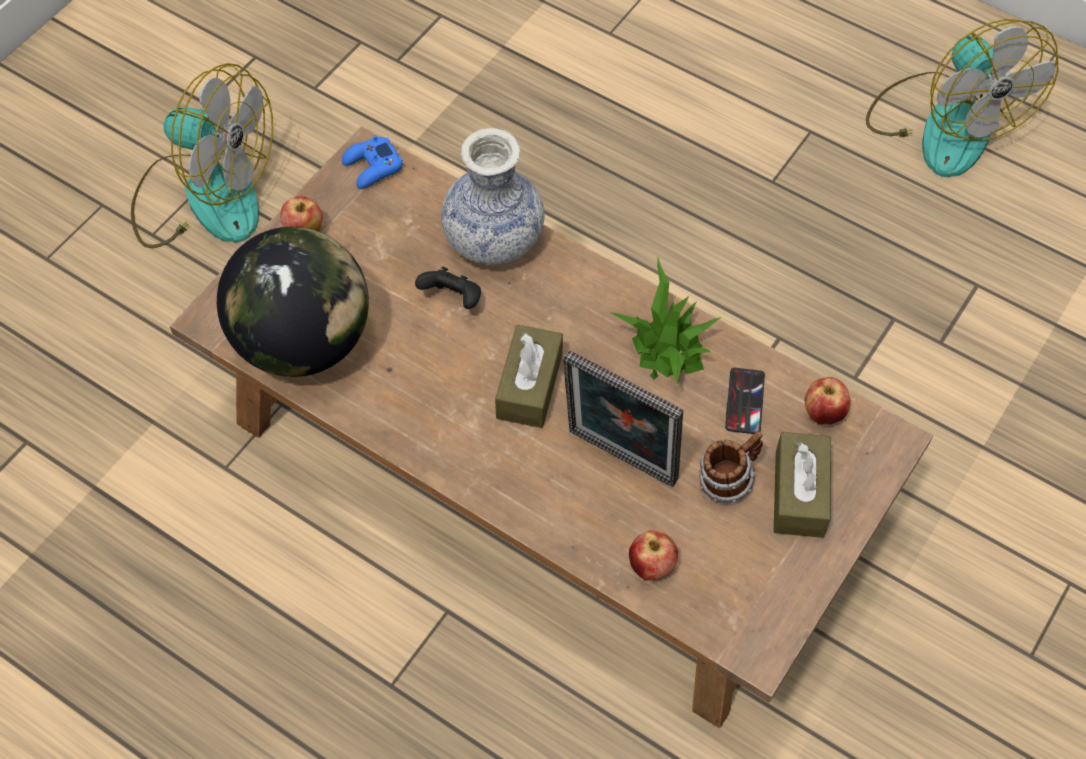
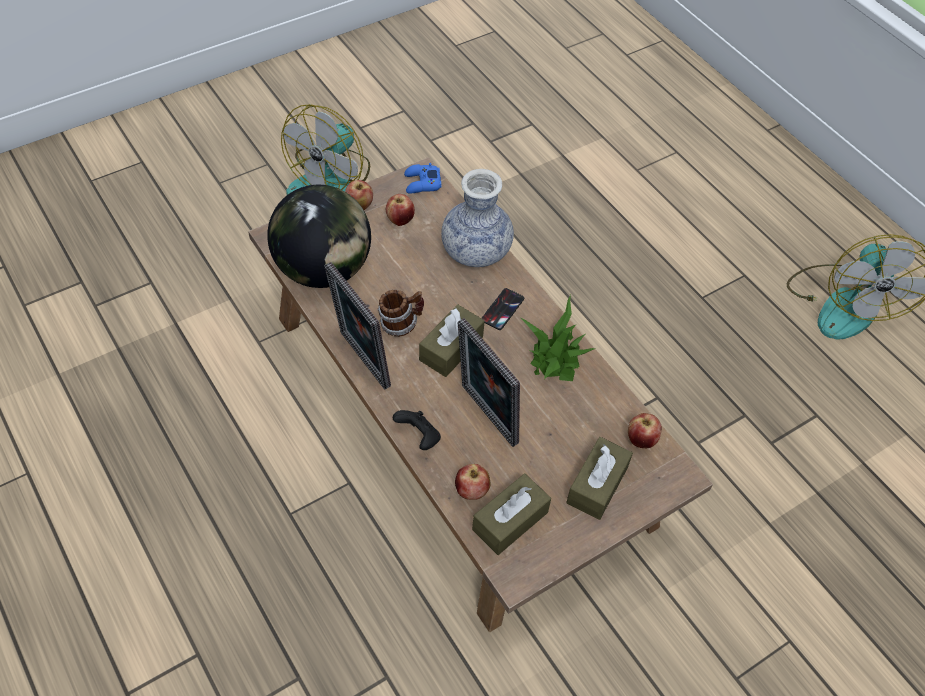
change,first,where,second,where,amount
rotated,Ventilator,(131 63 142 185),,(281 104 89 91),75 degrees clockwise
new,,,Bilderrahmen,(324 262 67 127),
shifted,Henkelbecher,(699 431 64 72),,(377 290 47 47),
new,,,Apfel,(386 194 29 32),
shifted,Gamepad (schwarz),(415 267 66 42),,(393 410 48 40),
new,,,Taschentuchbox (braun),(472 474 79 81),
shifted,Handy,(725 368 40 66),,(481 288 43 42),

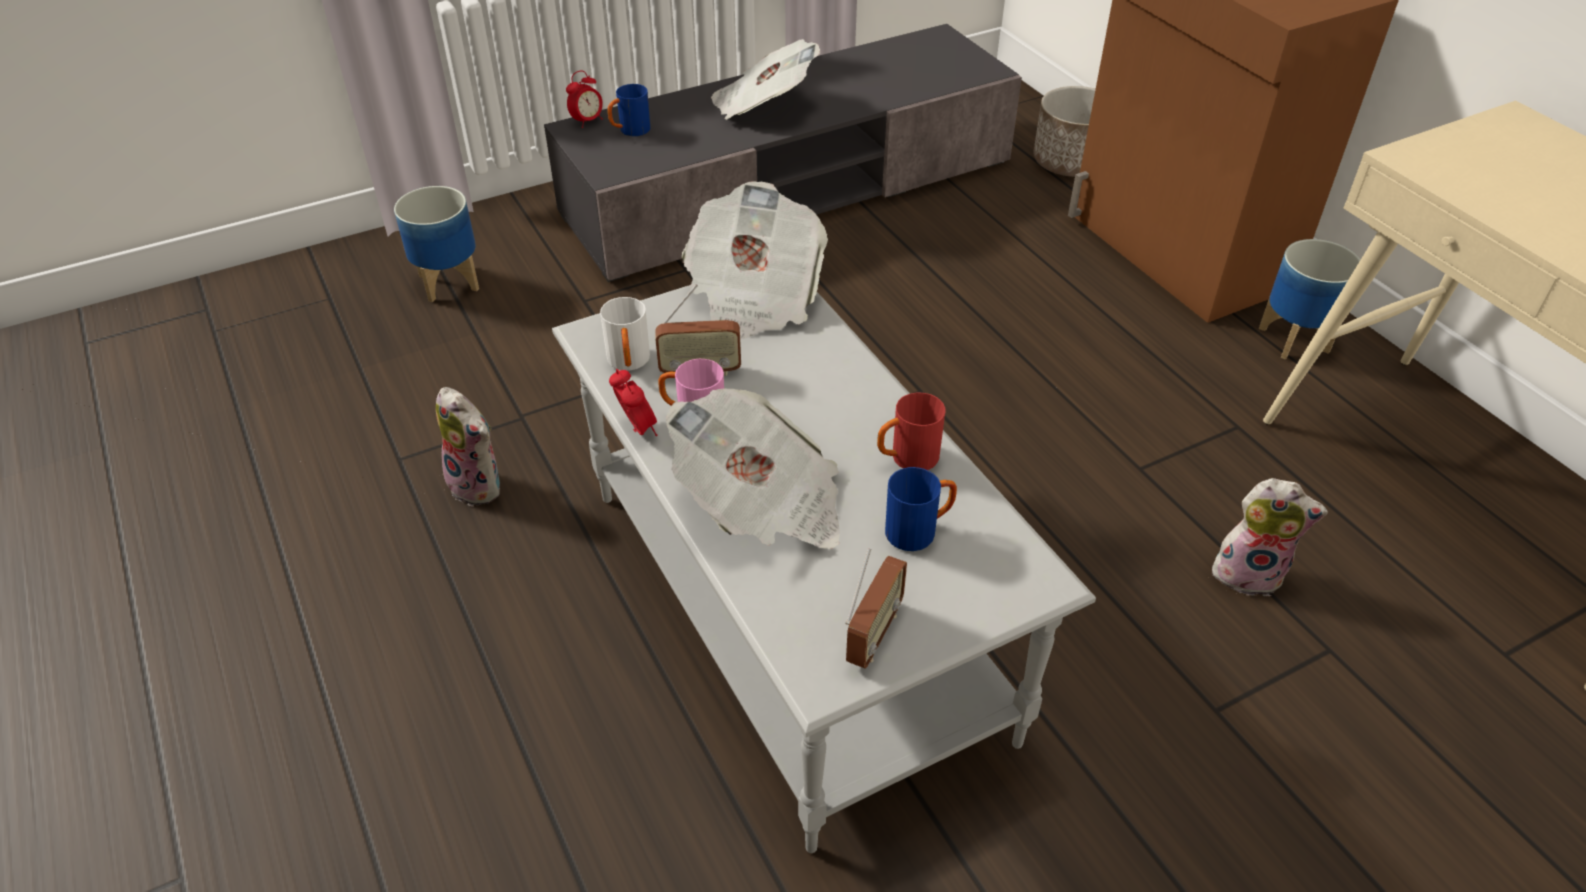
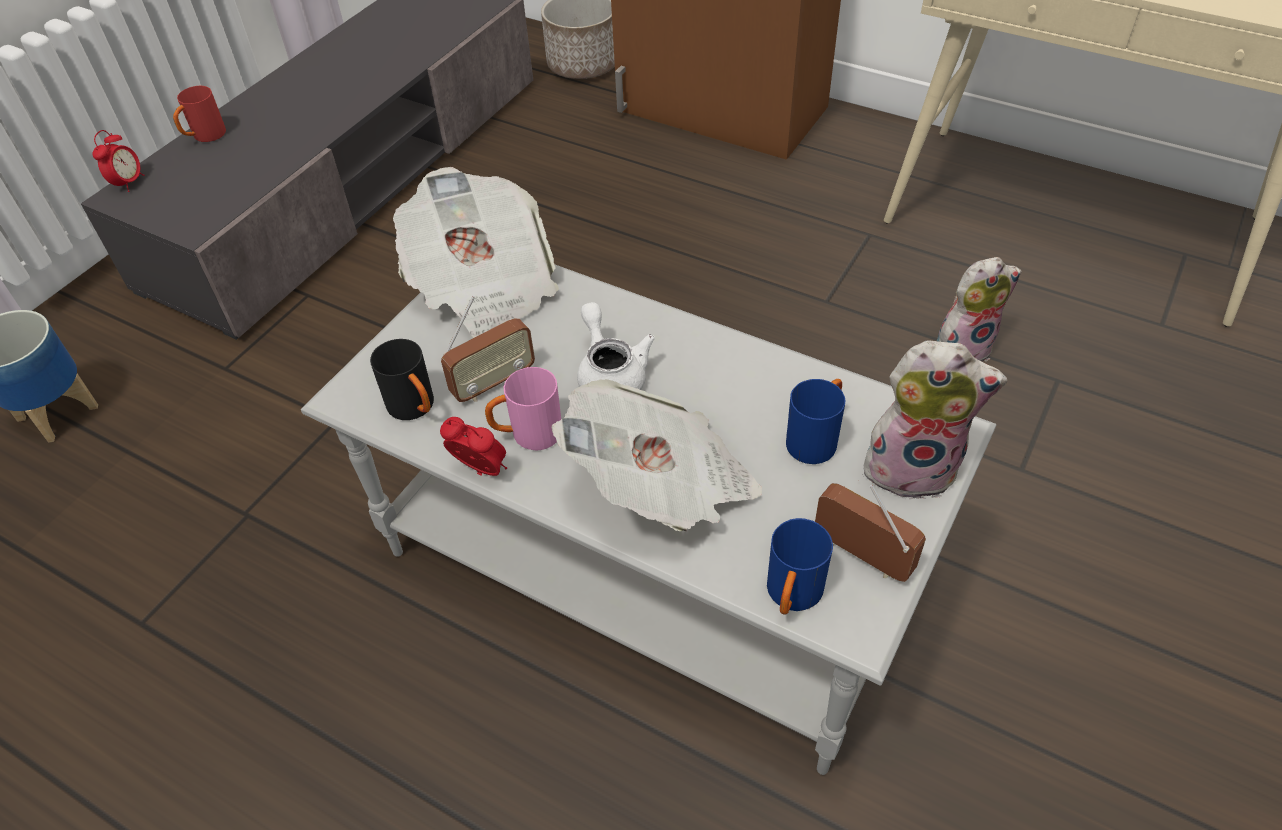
change,first,where,second,where,amount
shifted,Henkelbecher (rot),(877 393 68 77),,(173 86 53 56),
repainted,Henkelbecher (weiß),(600 297 50 74),Henkelbecher (schwarz),(370 339 64 81),
new,,,Teekanne (weiß),(577 302 78 88),
shifted,Henkelbecher (blau),(607 84 43 52),,(767 518 66 97),
rotated,Radio,(845 548 62 120),,(815 483 111 99),45 degrees counterclockwise
shifted,Plüschtier,(436 387 64 120),,(861 340 146 159),
gone,Zeitung,(711 39 109 81),,,
gone,Pflanzkübel,(1259 239 101 121),,,

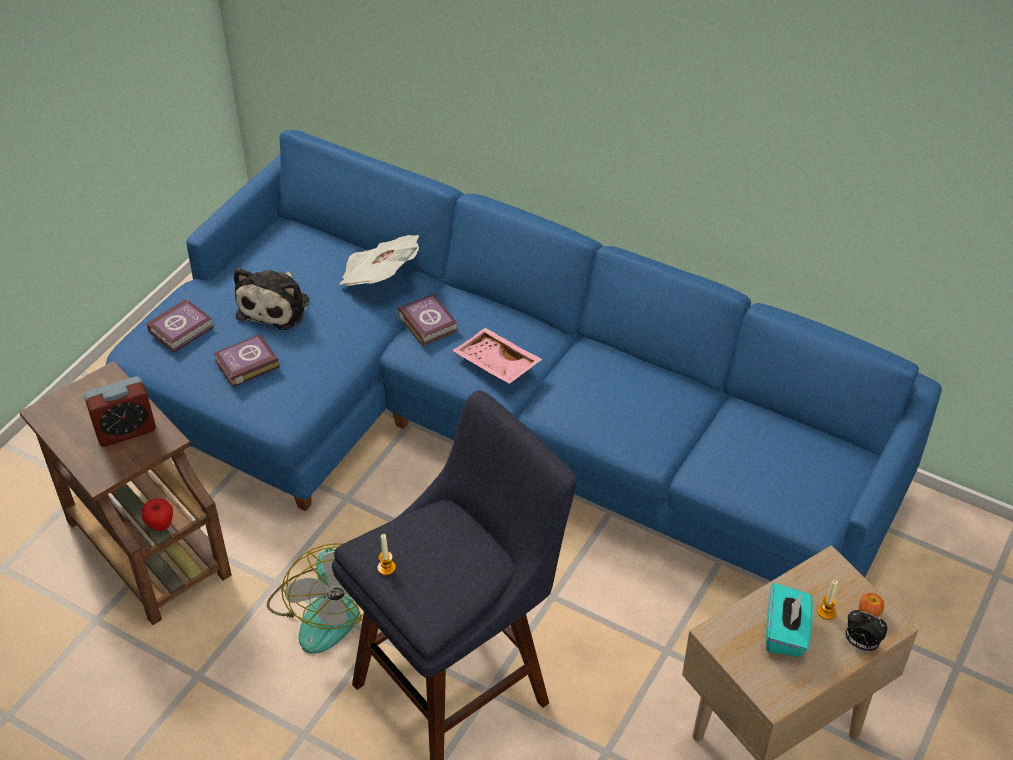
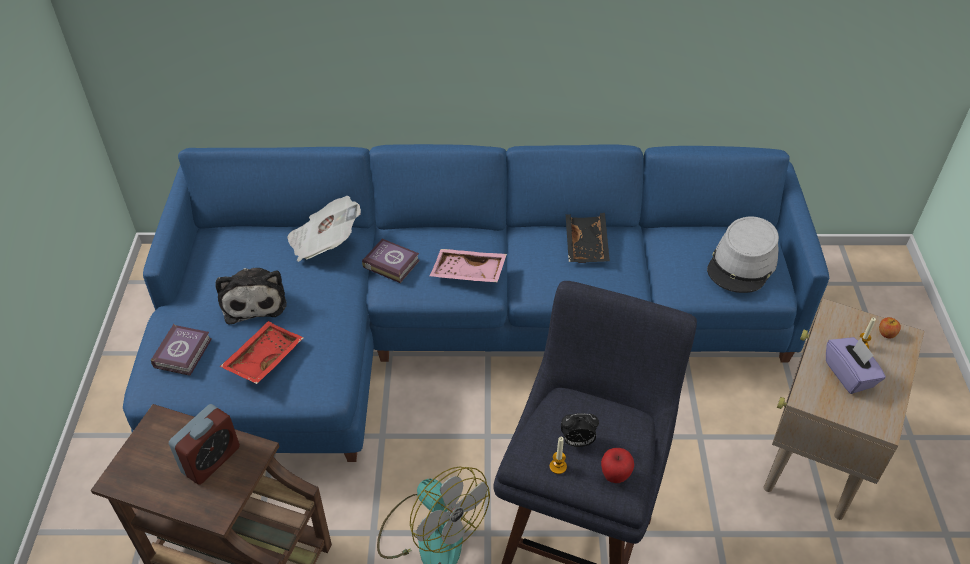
change,first,where,second,where,amount
swapped,Buch,(214 334 66 53),Tablett (rot),(220 321 84 63),
shifted,Wecker,(846 610 41 41),,(561 413 38 34),
new,,,Tablett (schwarz),(566 213 44 50),
shifted,Apfel,(141 498 32 33),,(601 448 33 35),
new,,,Hut (grau),(707 217 72 76),
repainted,Taschentuchbox (türkis),(766 583 47 74),Taschentuchbox (lila),(826 337 60 57),

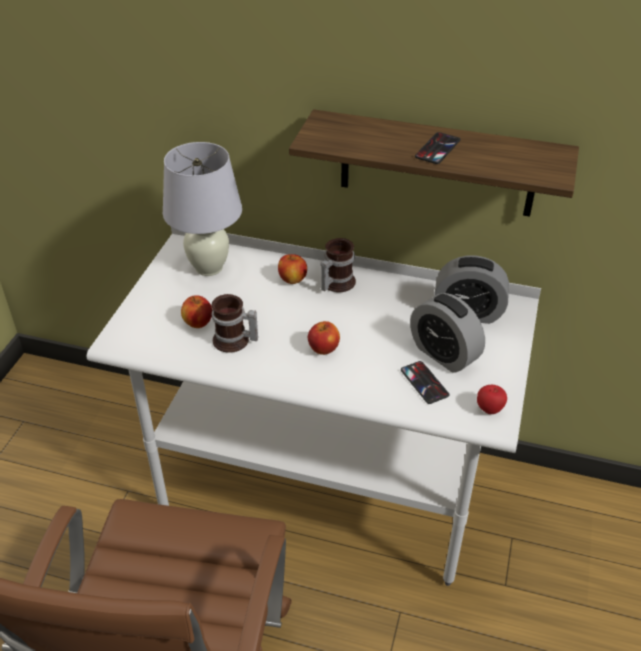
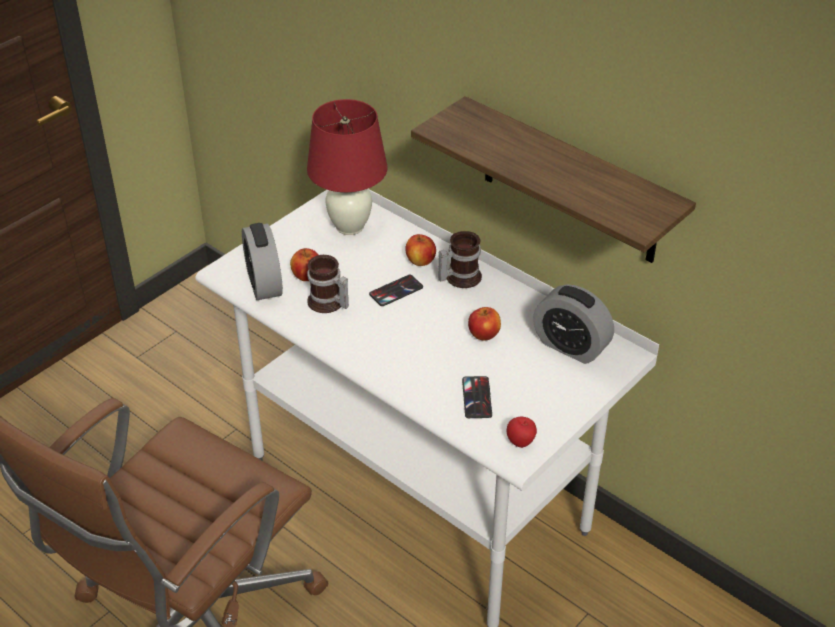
change,first,where,second,where,amount
shifted,Wecker,(410 293 75 80),,(242 223 41 77),
repainted,Tischlampe (weiß),(163 142 79 134),Tischlampe (rot),(307 99 81 136),
shifted,Handy,(415 132 45 32),,(369 275 54 31),
shifted,Apfel,(308 321 32 34),,(468 307 33 34),

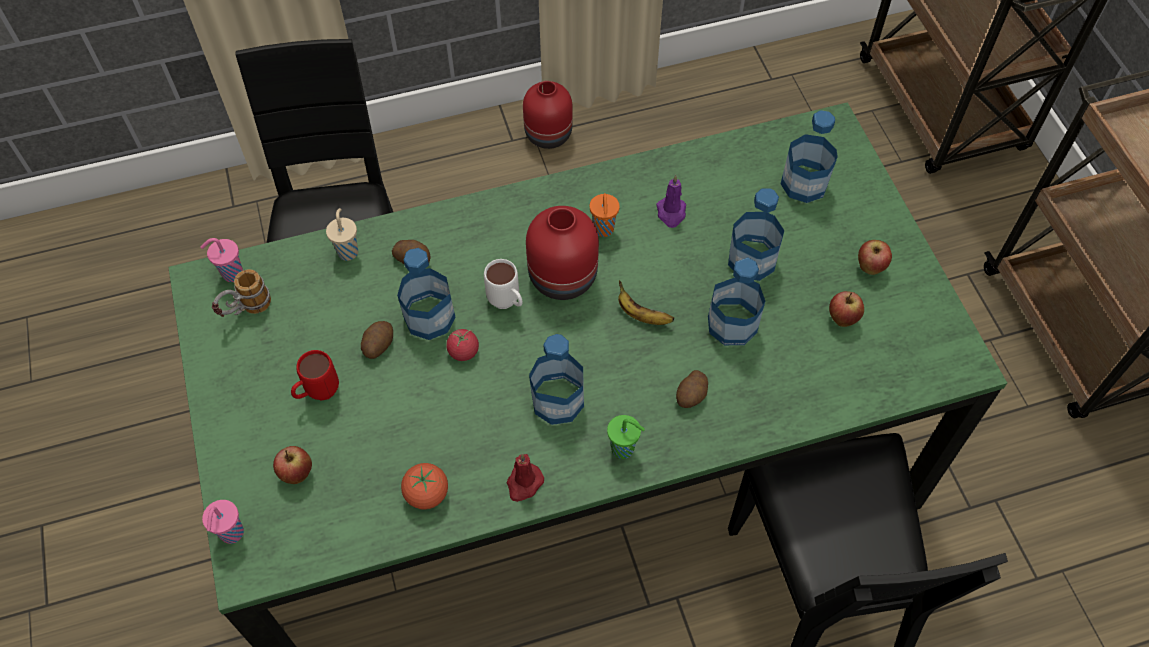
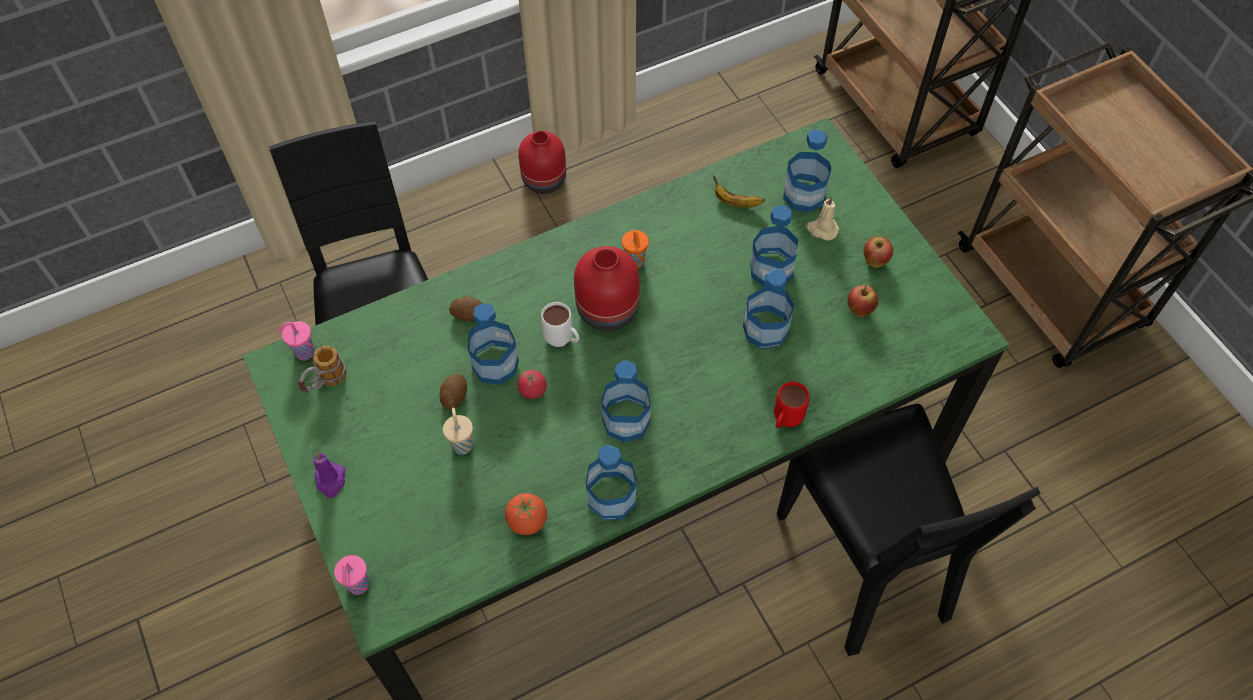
change,first,where,second,where,amount
shifted,Kerze (lila),(656 175 30 53),,(314 453 31 45),
shifted,Tasse (beige),(326 208 32 53),,(443 408 30 47),
swapped,Kerze (rot),(507 454 37 48),Flasche,(586 445 51 75),
shifted,Banane,(618 280 56 45),,(713 175 52 33),
shifted,Henkelbecher (rot),(291 350 48 50),,(774 382 35 46),
new,,,Kerze (beige),(806 196 33 44),
gone,Apfel,(273 446 39 38),,,
gone,Tasse (grün),(607 415 38 44),,,
gone,Kartoffel,(676 370 32 38),,,

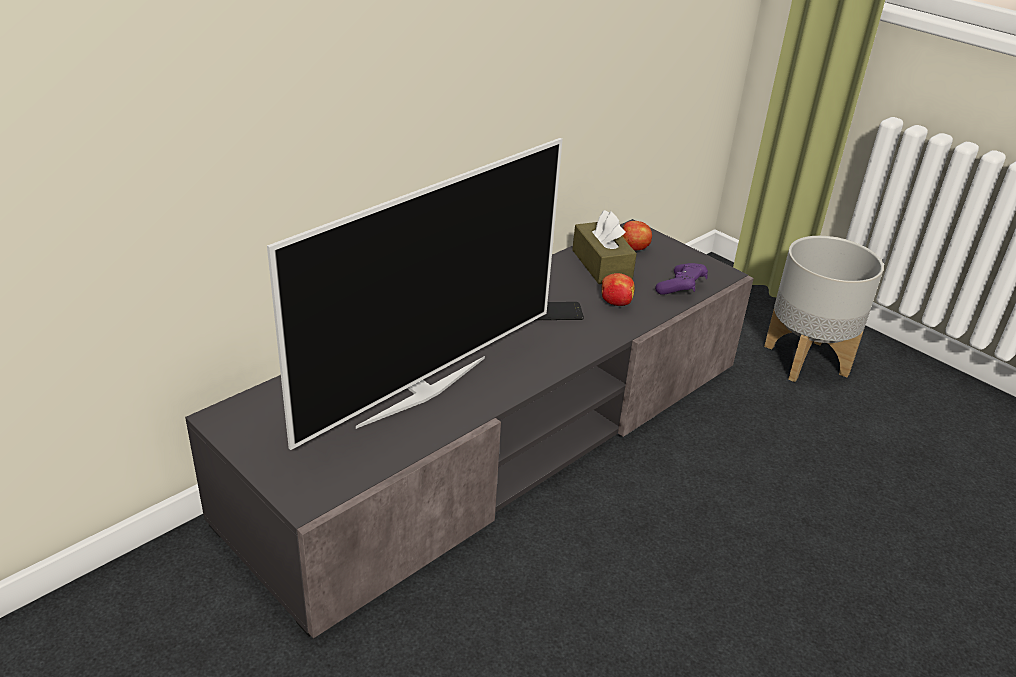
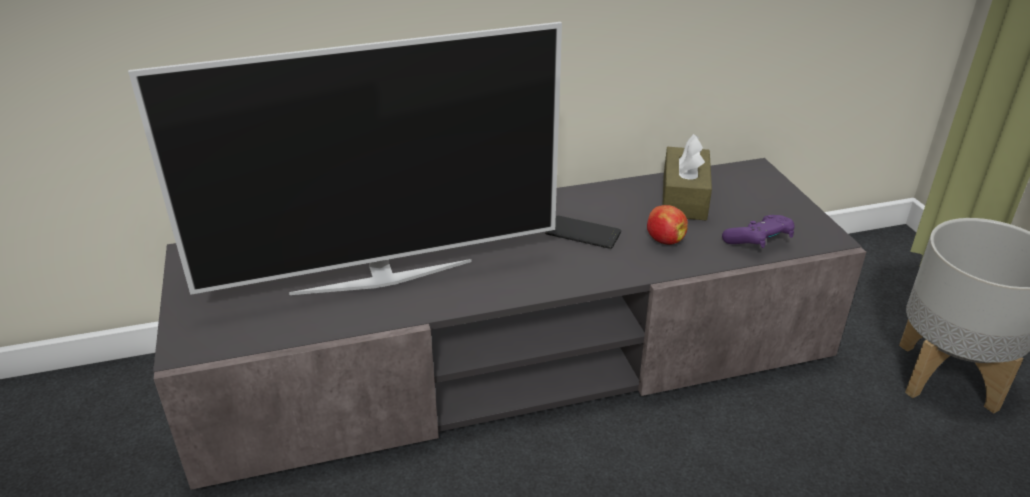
change,first,where,second,where,amount
gone,Apfel,(622 221 30 29),,,

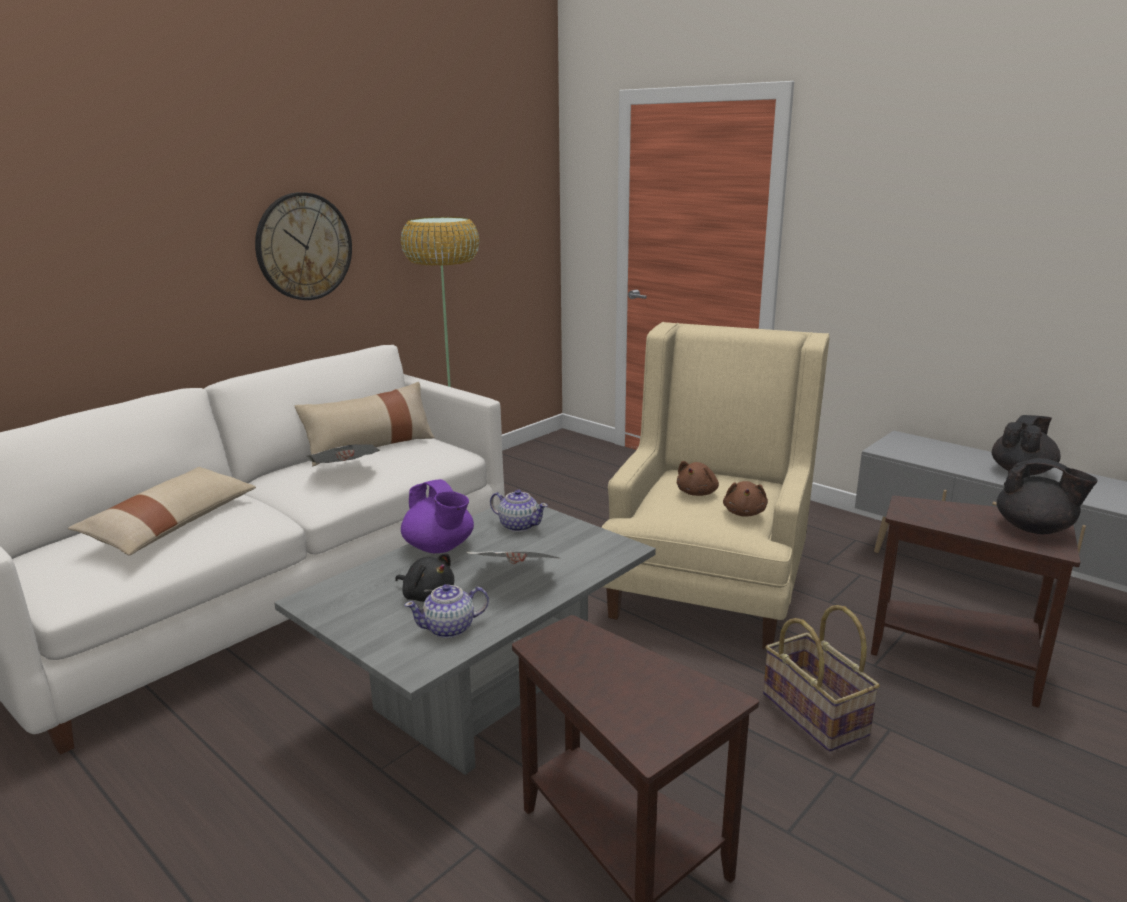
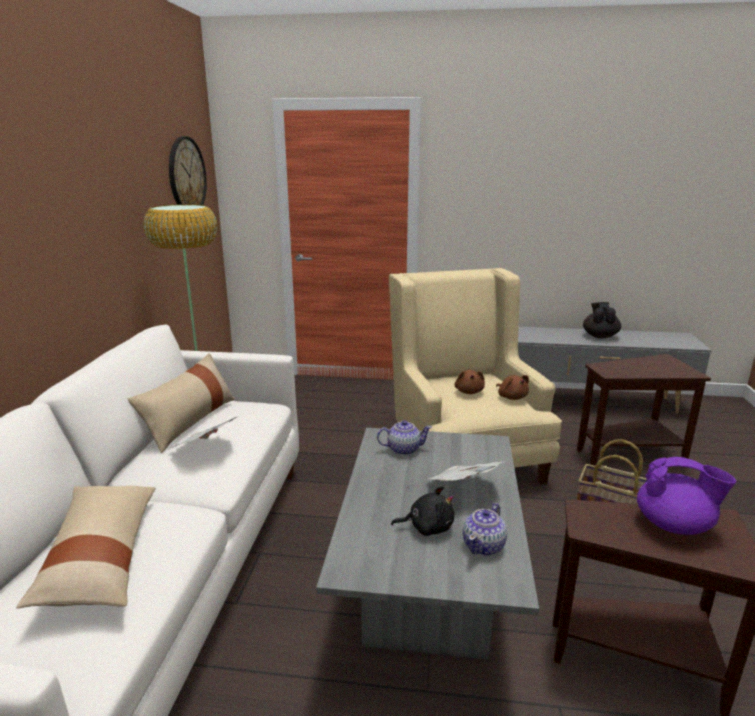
change,first,where,second,where,amount
shifted,Wanduhr,(255 192 97 108),,(169 136 38 79),
shifted,Teekanne (lila),(401 479 73 74),,(637 457 99 78),
gone,Teekanne (schwarz),(997 458 101 76),,,

